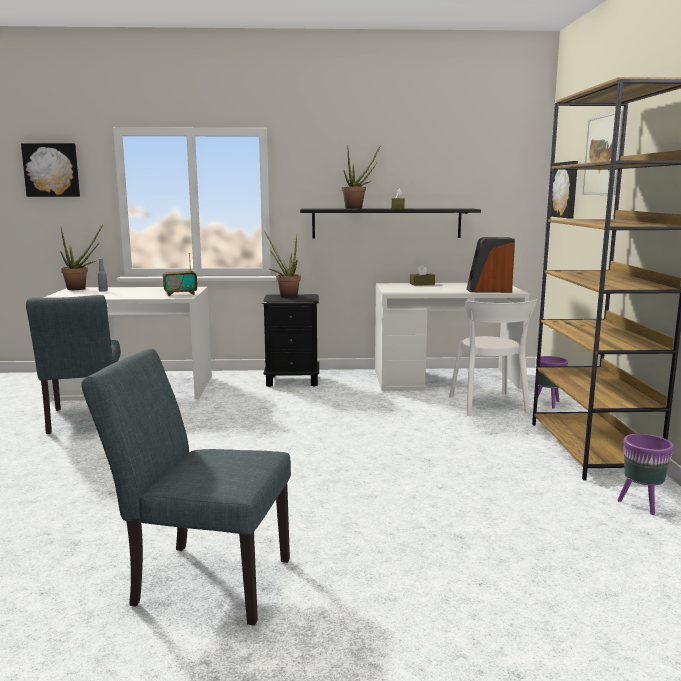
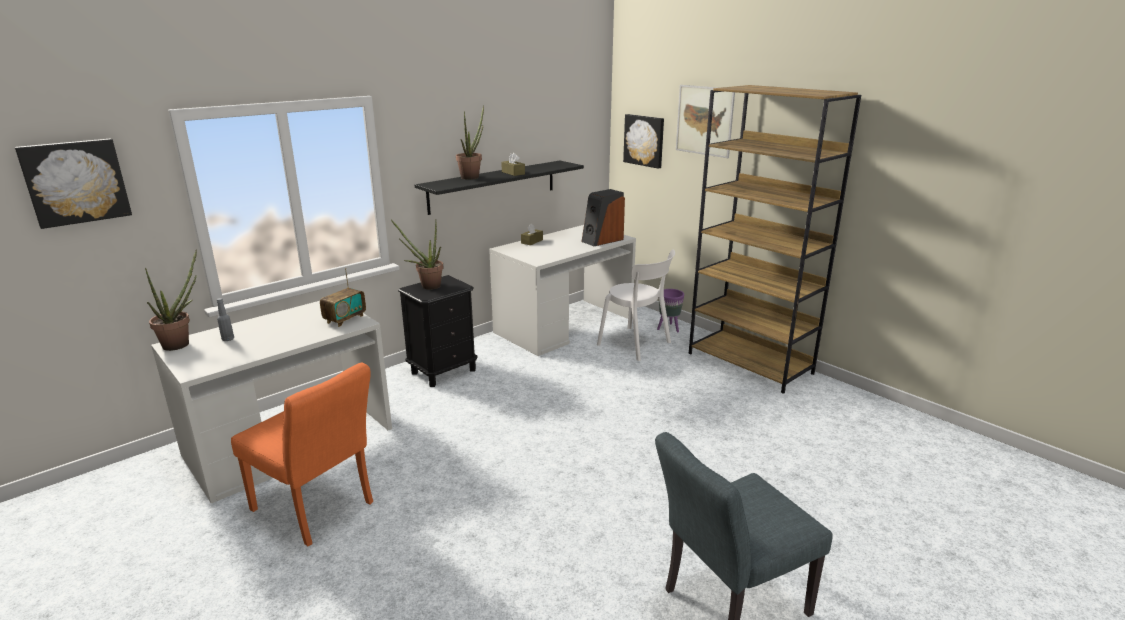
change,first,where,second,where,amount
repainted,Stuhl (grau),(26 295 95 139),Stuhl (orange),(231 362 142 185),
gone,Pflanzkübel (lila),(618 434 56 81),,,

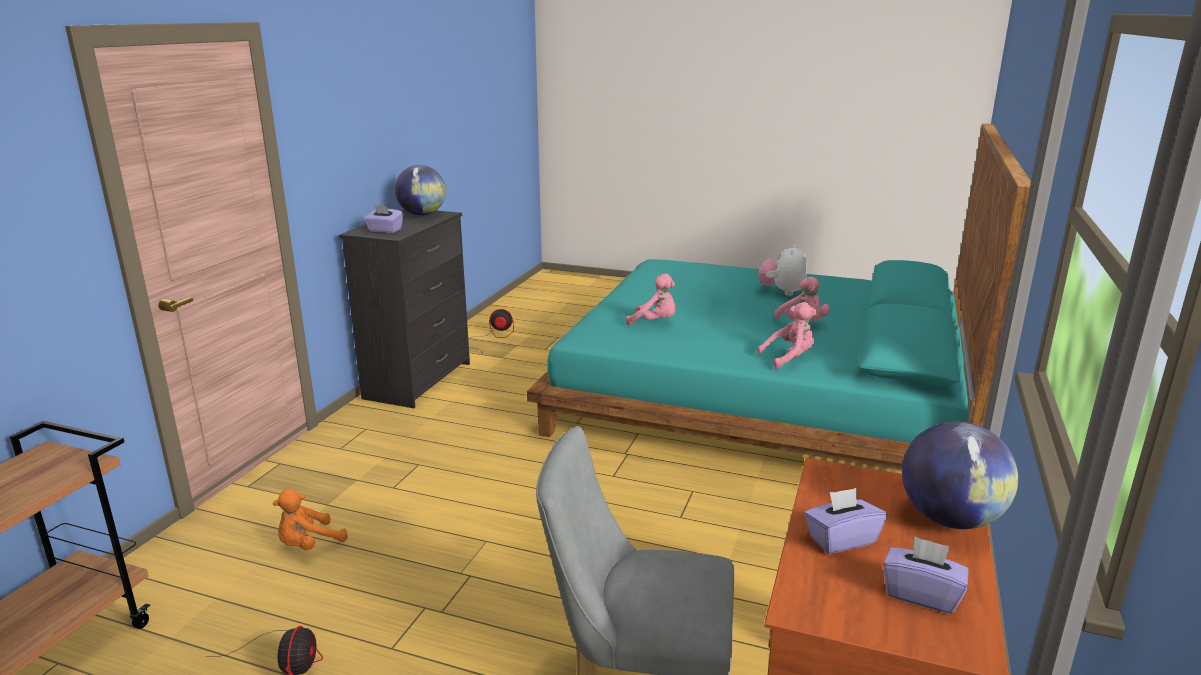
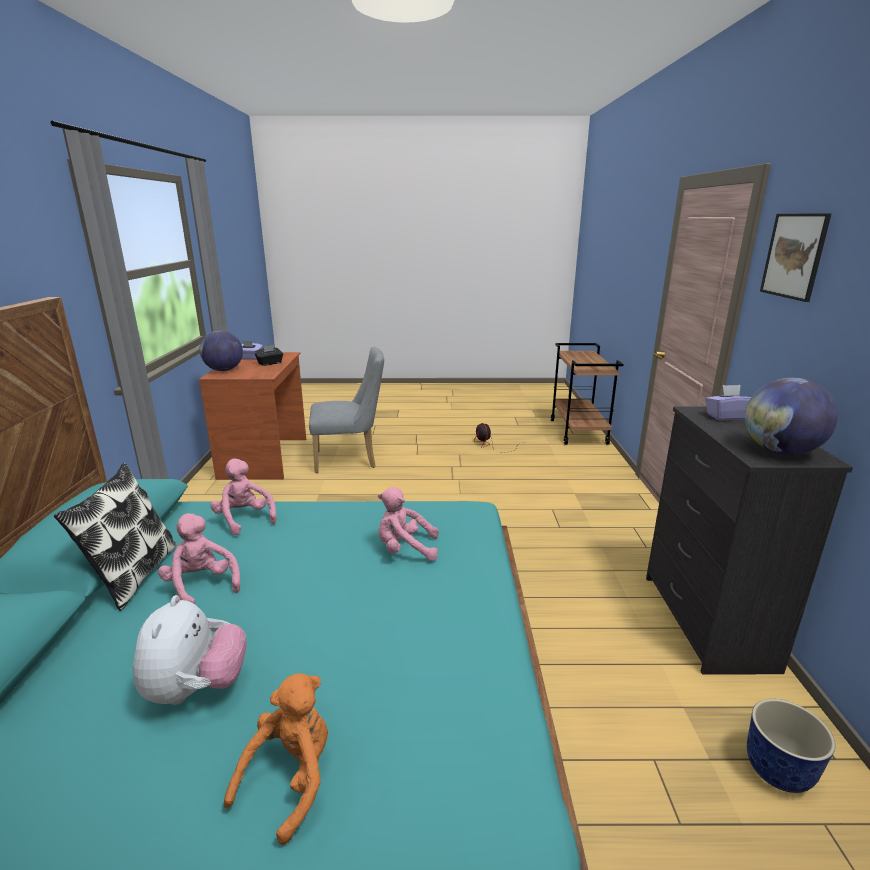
change,first,where,second,where,amount
new,,,Kissen,(54 463 123 148),
rotated,Plüschtier (rosa),(757 302 60 67),,(210 459 66 76),90 degrees clockwise
shifted,Plüschtier (orange),(273 489 75 61),,(224 673 104 172),
repainted,Taschentuchbox (lila),(804 488 83 66),Taschentuchbox (schwarz),(254 345 29 21),
swapped,Ventilator,(468 309 46 47),Pflanzkübel,(747 699 88 94),
new,,,Bild,(760 213 72 89),

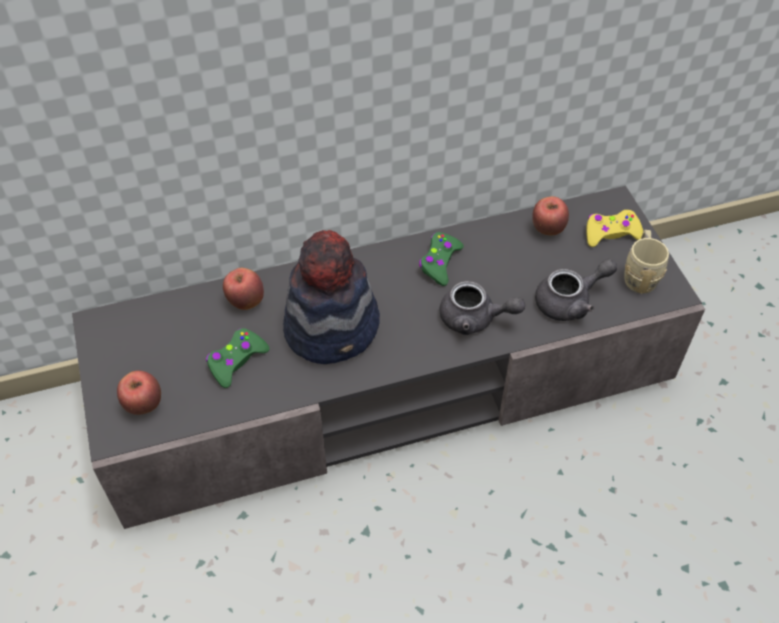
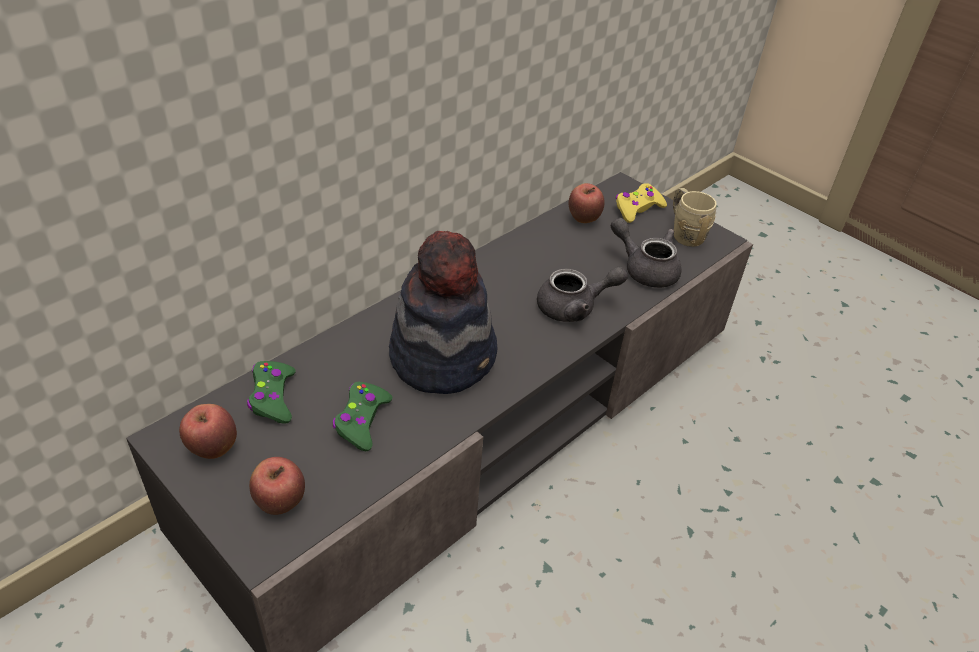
change,first,where,second,where,amount
shifted,Apfel,(223 268 41 42),,(179 404 58 55),
shifted,Gamepad (grün),(419 232 45 54),,(247 361 49 63),
rotated,Teekanne (grau),(535 258 82 63),,(611 218 70 70),90 degrees counterclockwise

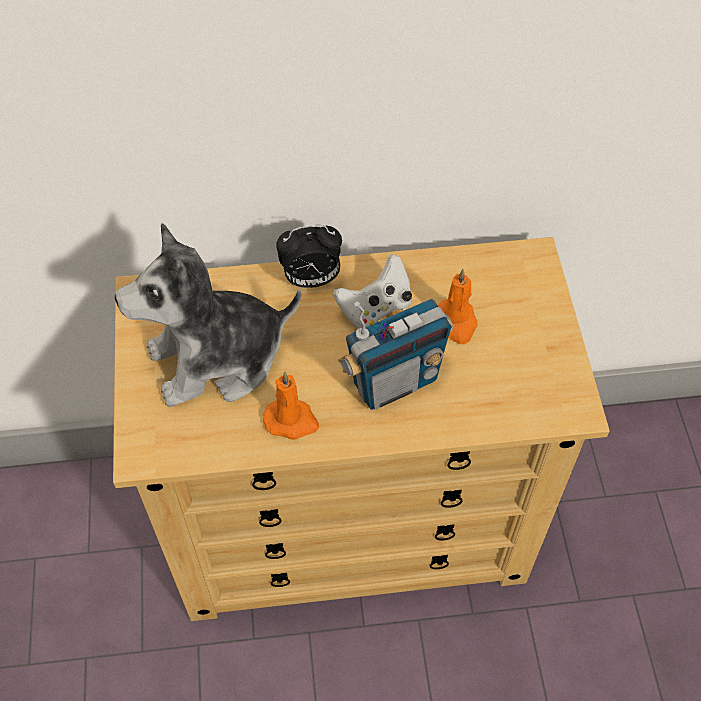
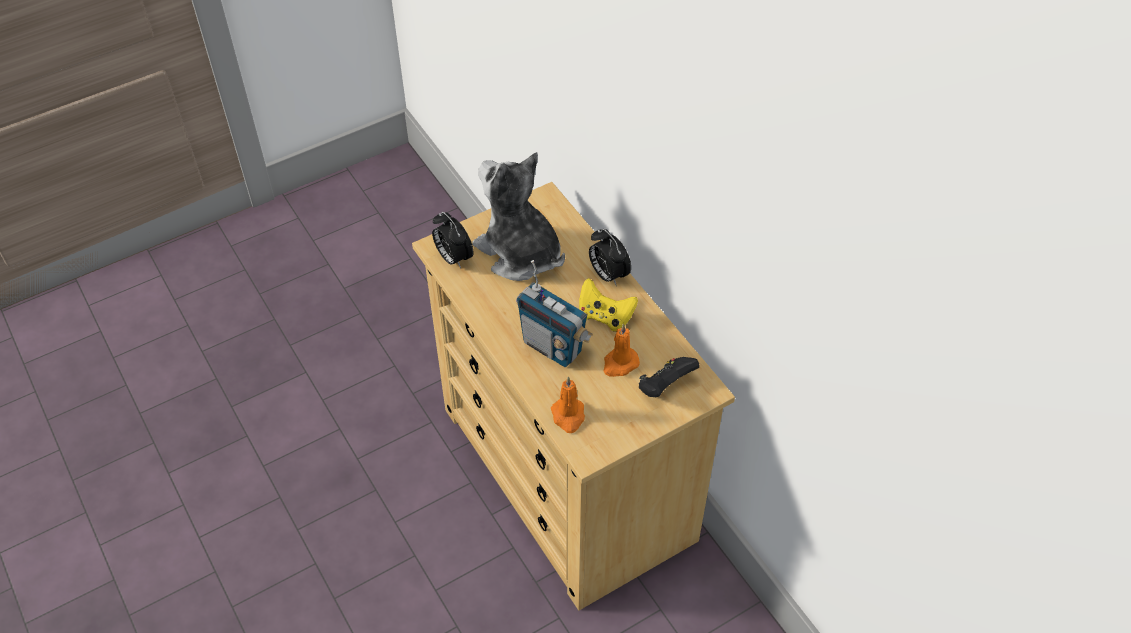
change,first,where,second,where,amount
new,,,Wecker,(432 212 42 57),
shifted,Kerze (orange),(263 372 56 68),,(551 376 34 57),
repainted,Gamepad (weiß),(333 254 79 75),Gamepad (gelb),(579 278 59 54),
new,,,Gamepad (schwarz),(639 357 61 40),

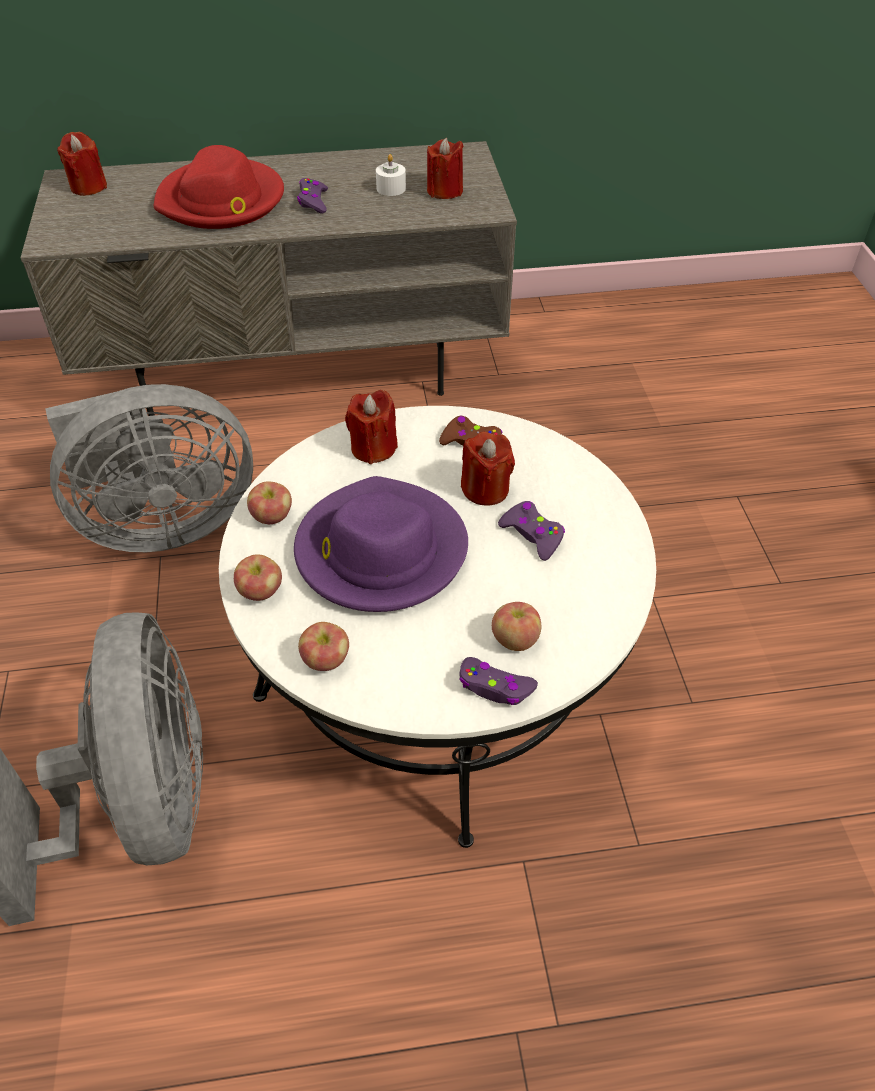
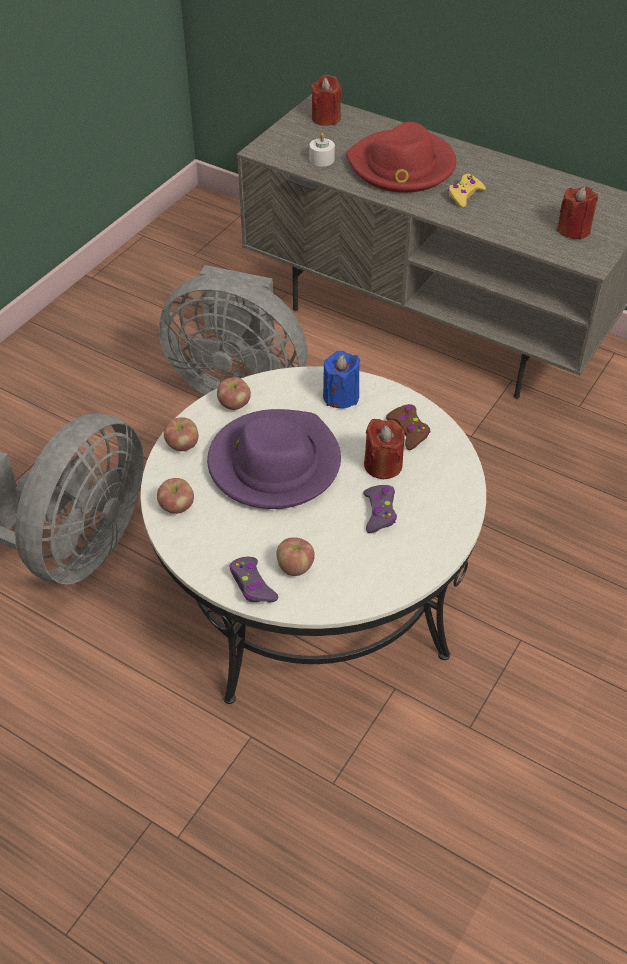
change,first,where,second,where,amount
shifted,Kerze (weiß),(376 154 30 42),,(310 132 25 35),
repainted,Kerze (rot),(345 390 53 74),Kerze (blau),(323 351 37 57),
repainted,Gamepad (lila),(297 178 31 36),Gamepad (gelb),(447 174 39 34),

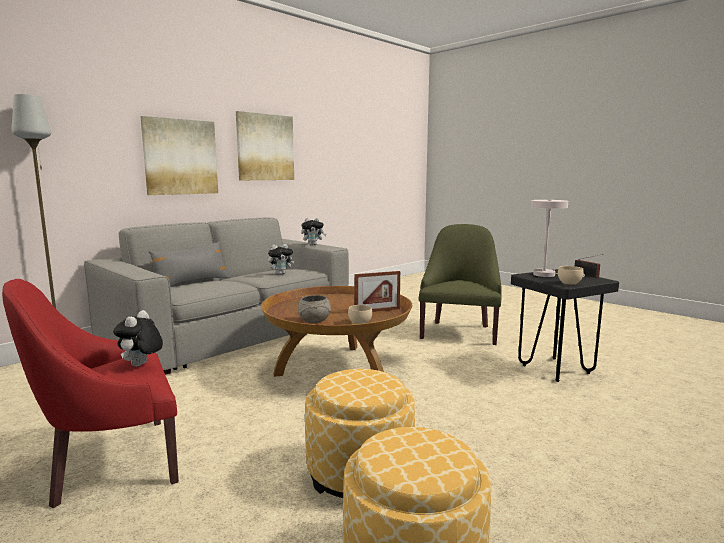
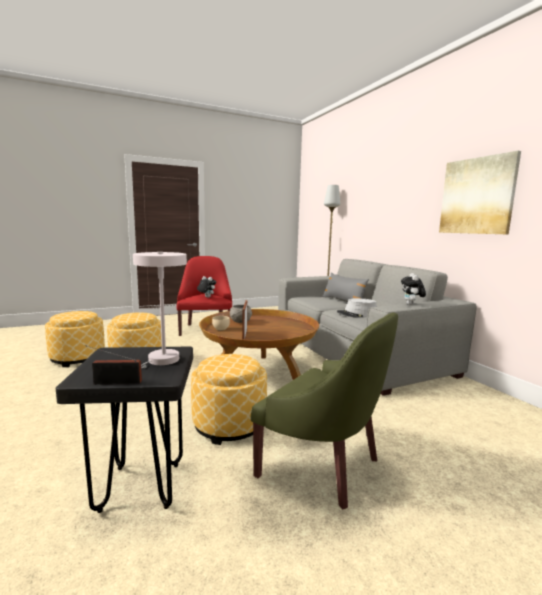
change,first,where,second,where,amount
new,,,Polsterhocker,(191 354 76 91),
swapped,Plüschtier,(268 244 27 31),Hut (grau),(337 298 40 20),
gone,Bild,(140 116 78 79),,,
gone,Schüssel (beige),(558 266 25 19),,,

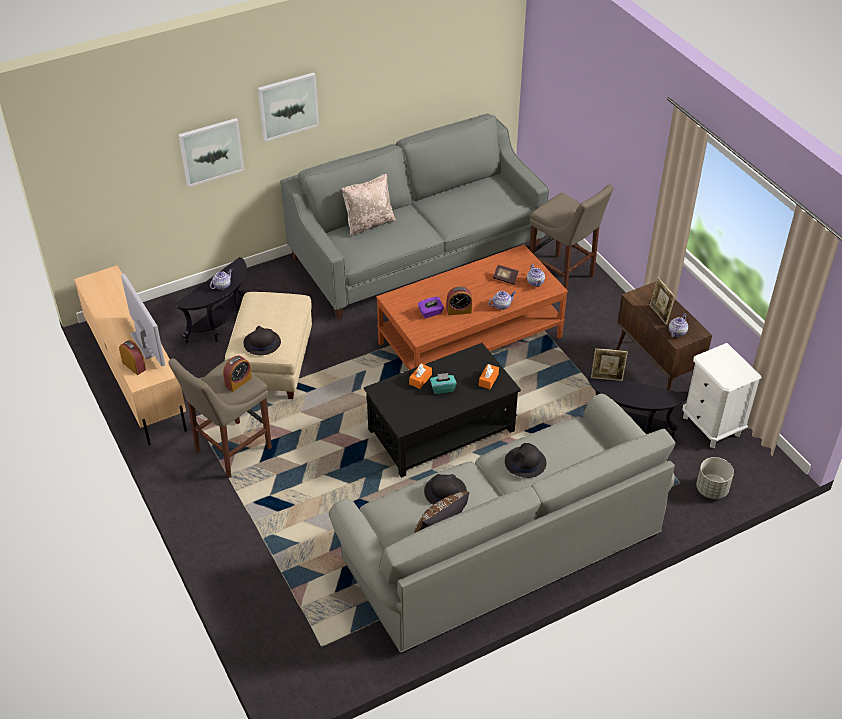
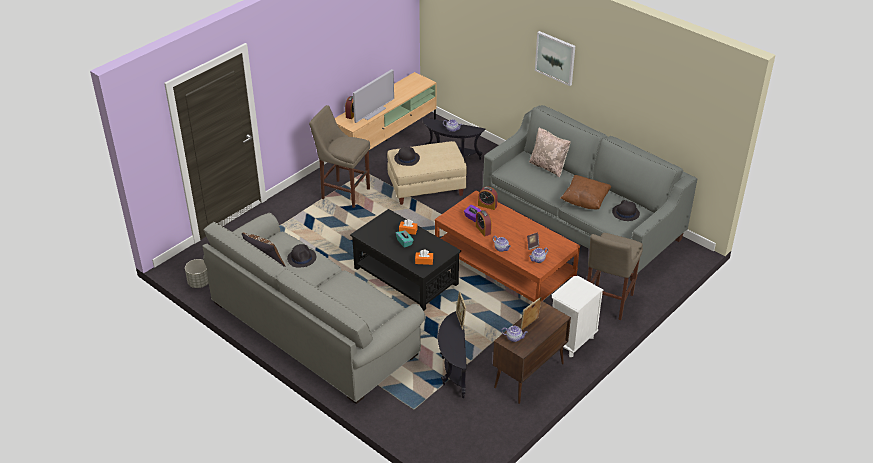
change,first,where,second,where,amount
shifted,Pflanzkübel (grau),(696 457 38 42),,(185 259 24 29),
shifted,Wecker,(223 355 29 37),,(478 186 20 24),
shifted,Nachttisch (weiß),(682 343 80 105),,(552 276 51 81),
new,,,Kissen (braun),(560 175 51 34),
shifted,Hut (schwarz),(505 443 41 35),,(612 200 28 21),
gone,Bild,(179 118 65 69),,,

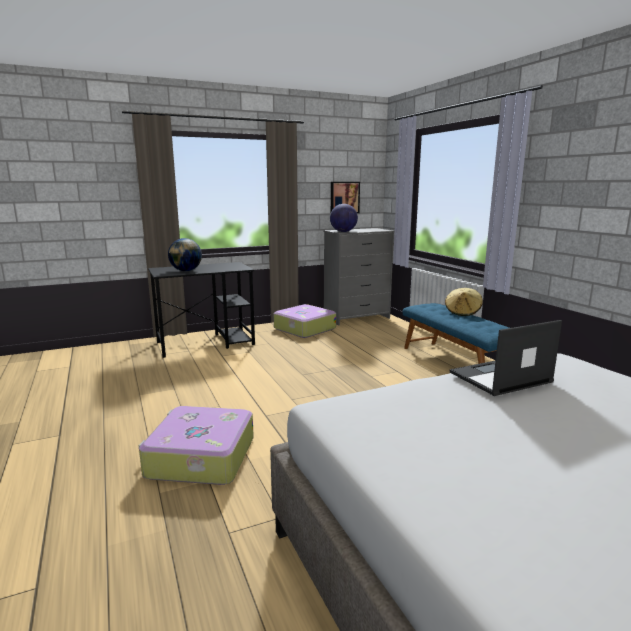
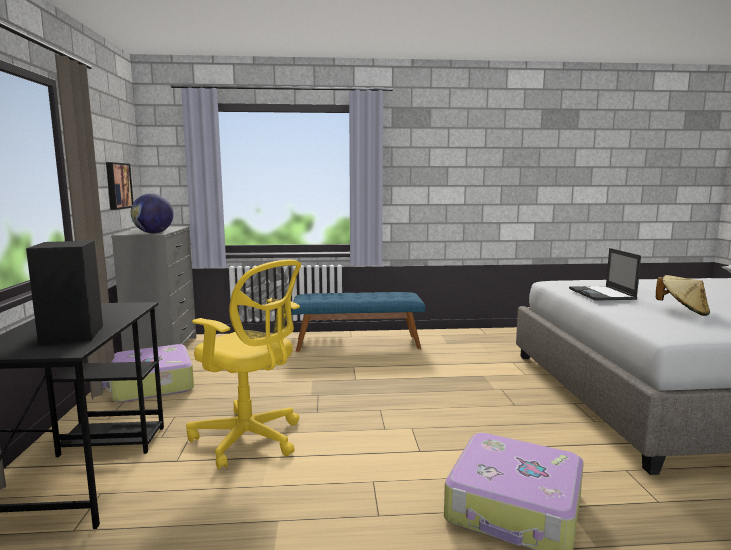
change,first,where,second,where,amount
swapped,Globus,(168 238 34 33),Lautsprecher (schwarz),(26 240 77 105),
new,,,Bürostuhl (gelb),(186 260 115 209),
shifted,Hut (beige),(445 288 38 28),,(656 275 54 41),

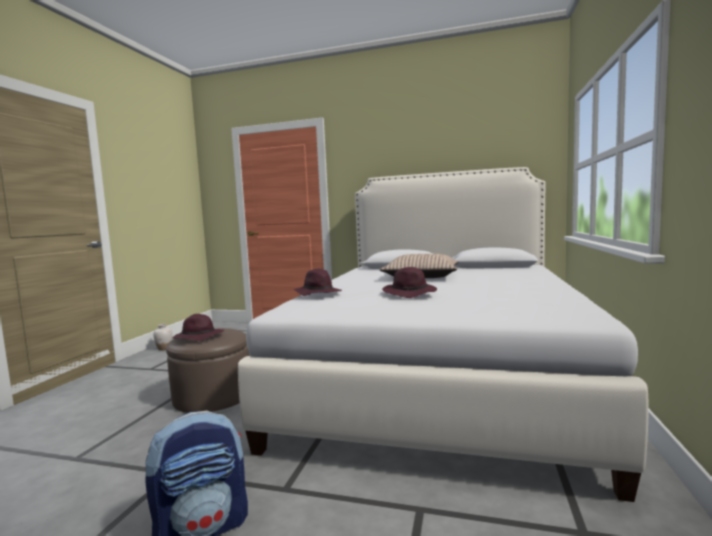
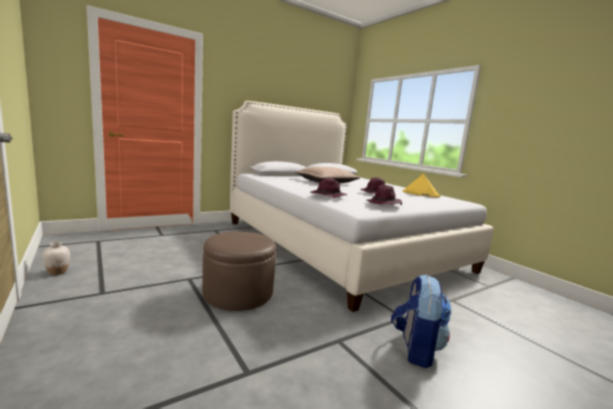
change,first,where,second,where,amount
shifted,Hut (lila),(172 314 52 27),,(366 185 36 20),
new,,,Hut (gelb),(403 173 38 24),

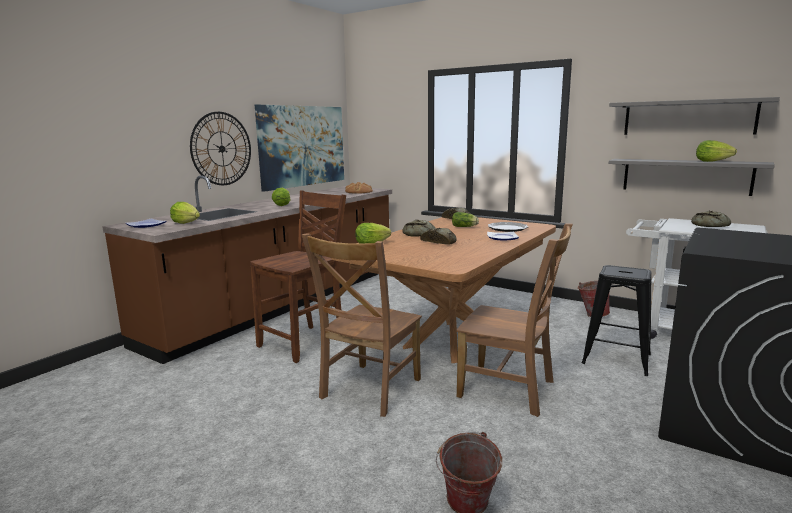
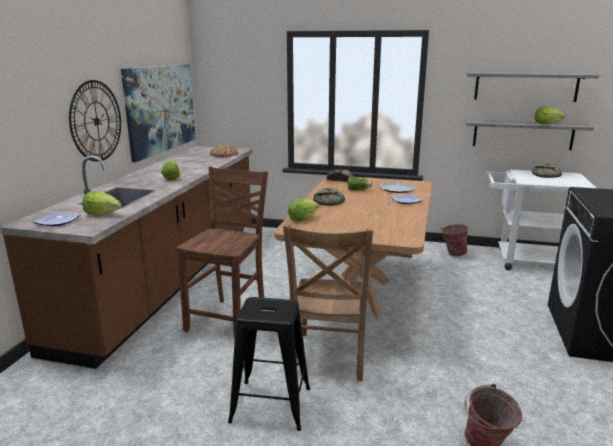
change,first,where,second,where,amount
shifted,Hocker (schwarz),(582 265 70 111),,(228 297 82 134),
gone,Brot,(420 228 37 17),,,
gone,Stuhl (braun),(456 223 117 194),,,

